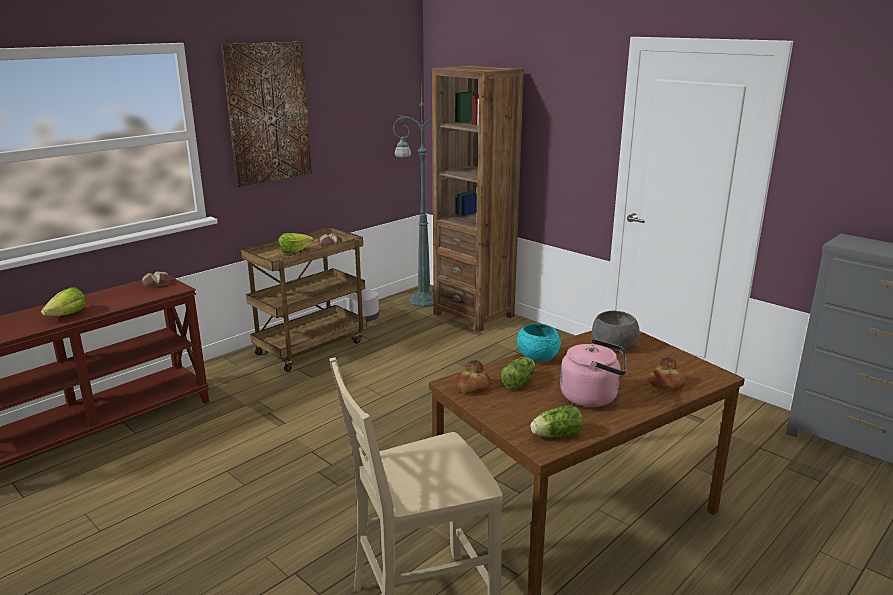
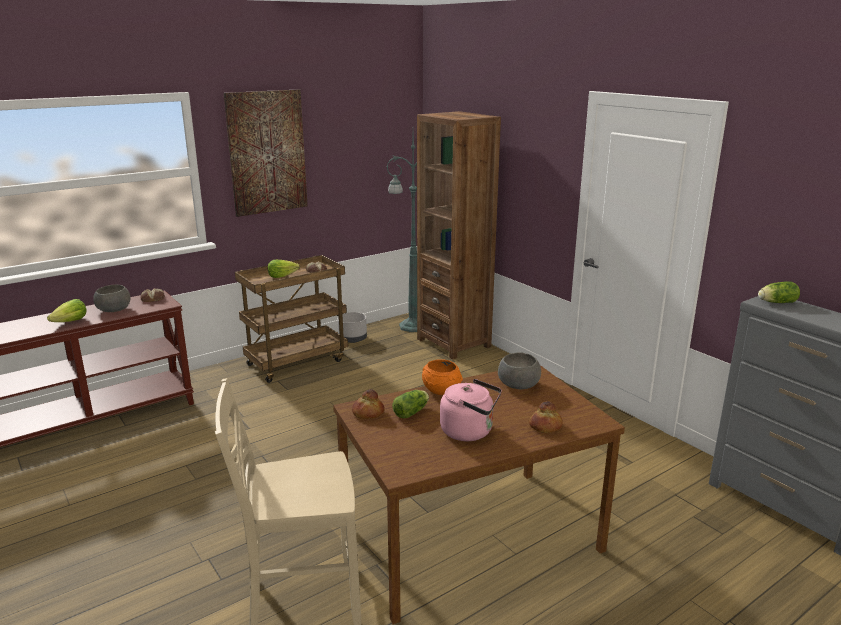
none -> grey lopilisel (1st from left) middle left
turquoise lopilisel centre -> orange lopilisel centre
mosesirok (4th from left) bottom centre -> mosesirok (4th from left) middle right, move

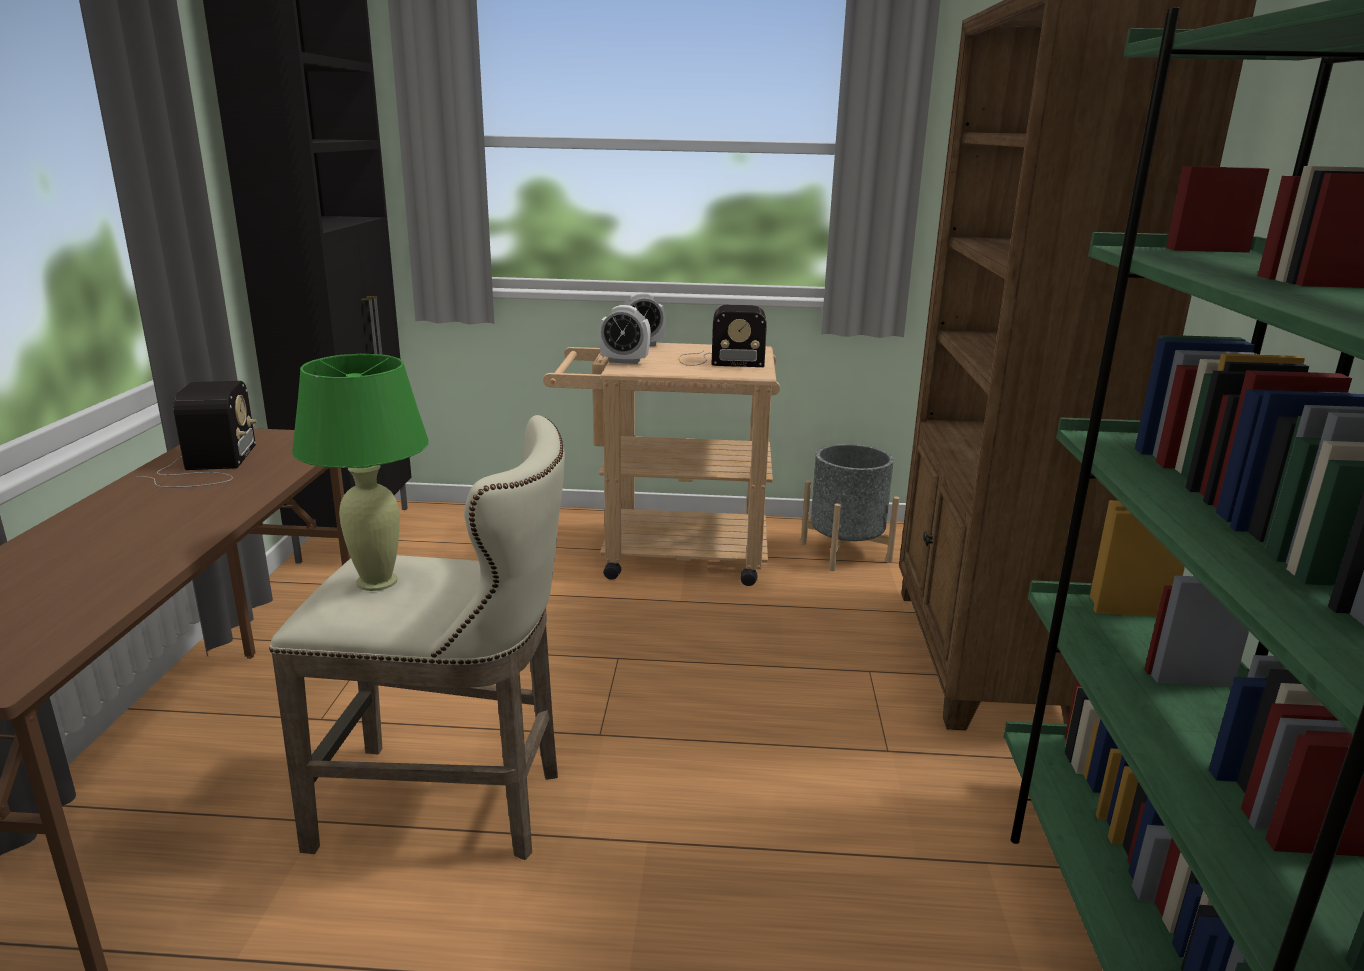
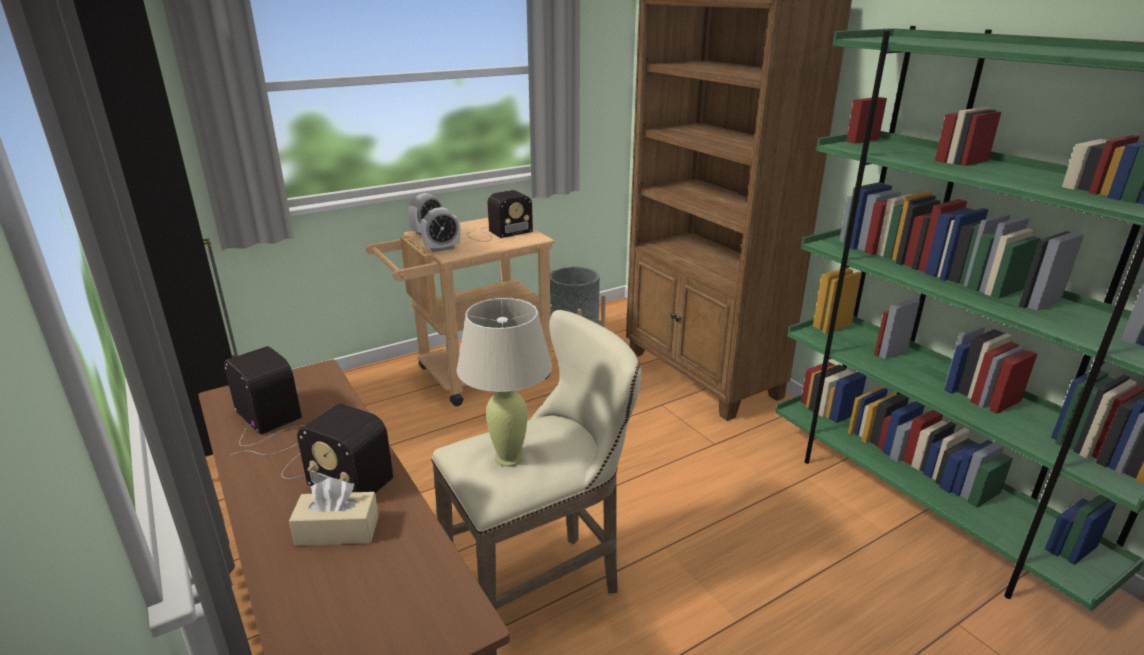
none -> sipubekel (2nd from left) bottom left
none -> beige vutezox bottom left
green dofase middle left -> beige dofase centre

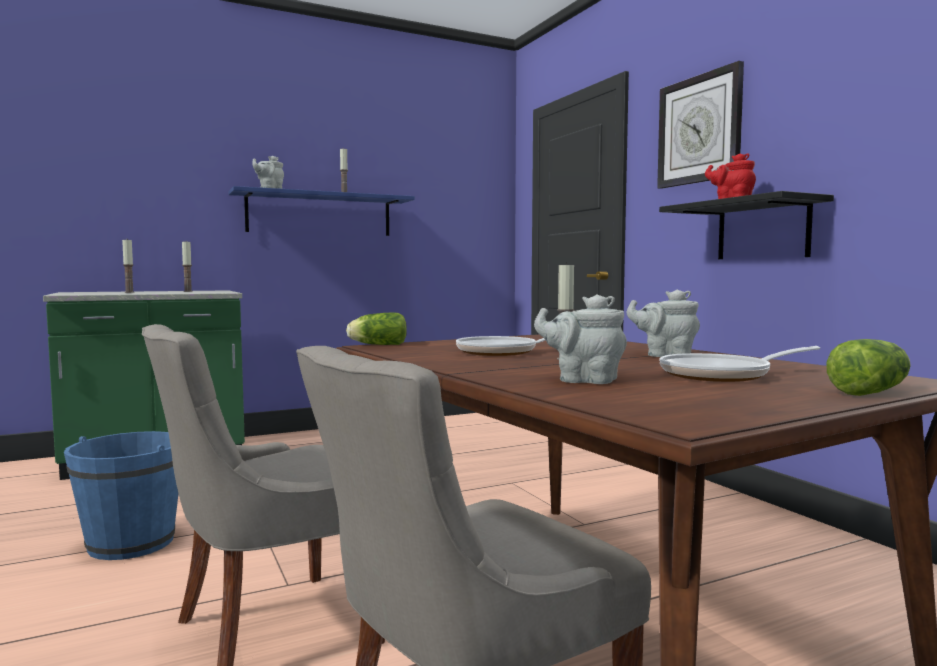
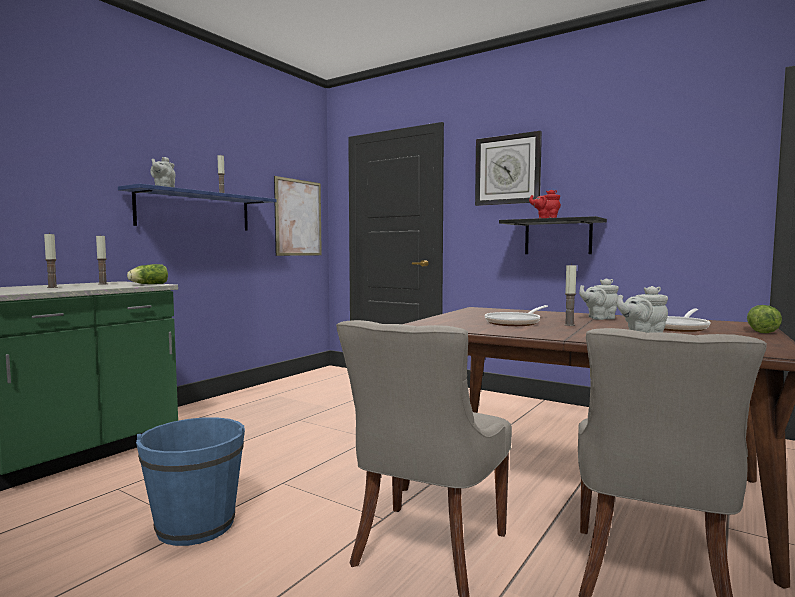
mosesirok (1st from left) centre -> mosesirok (1st from left) middle left, move
none -> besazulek centre

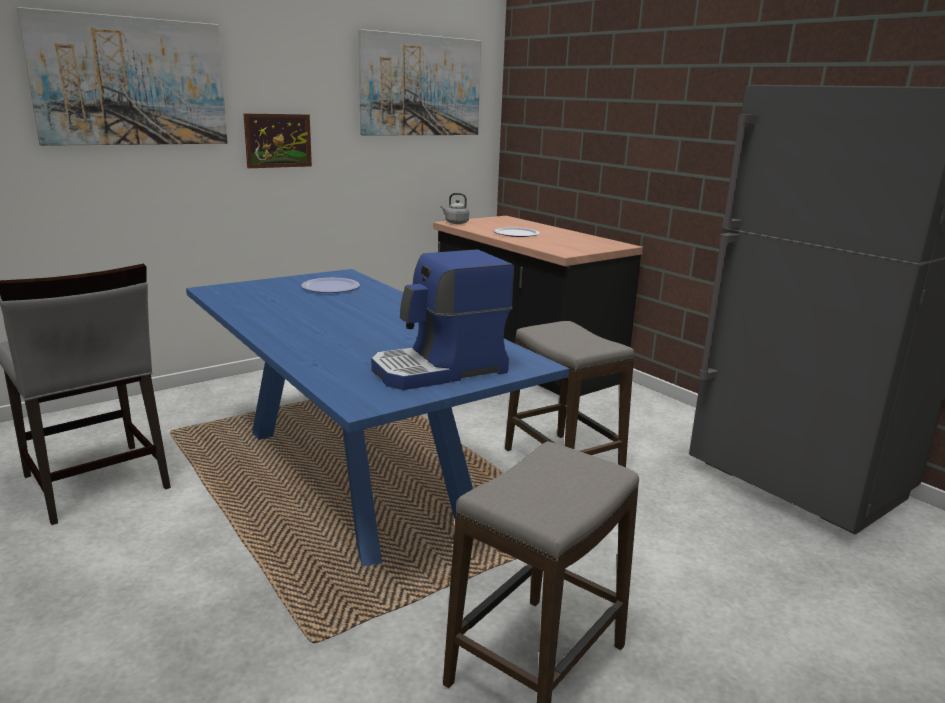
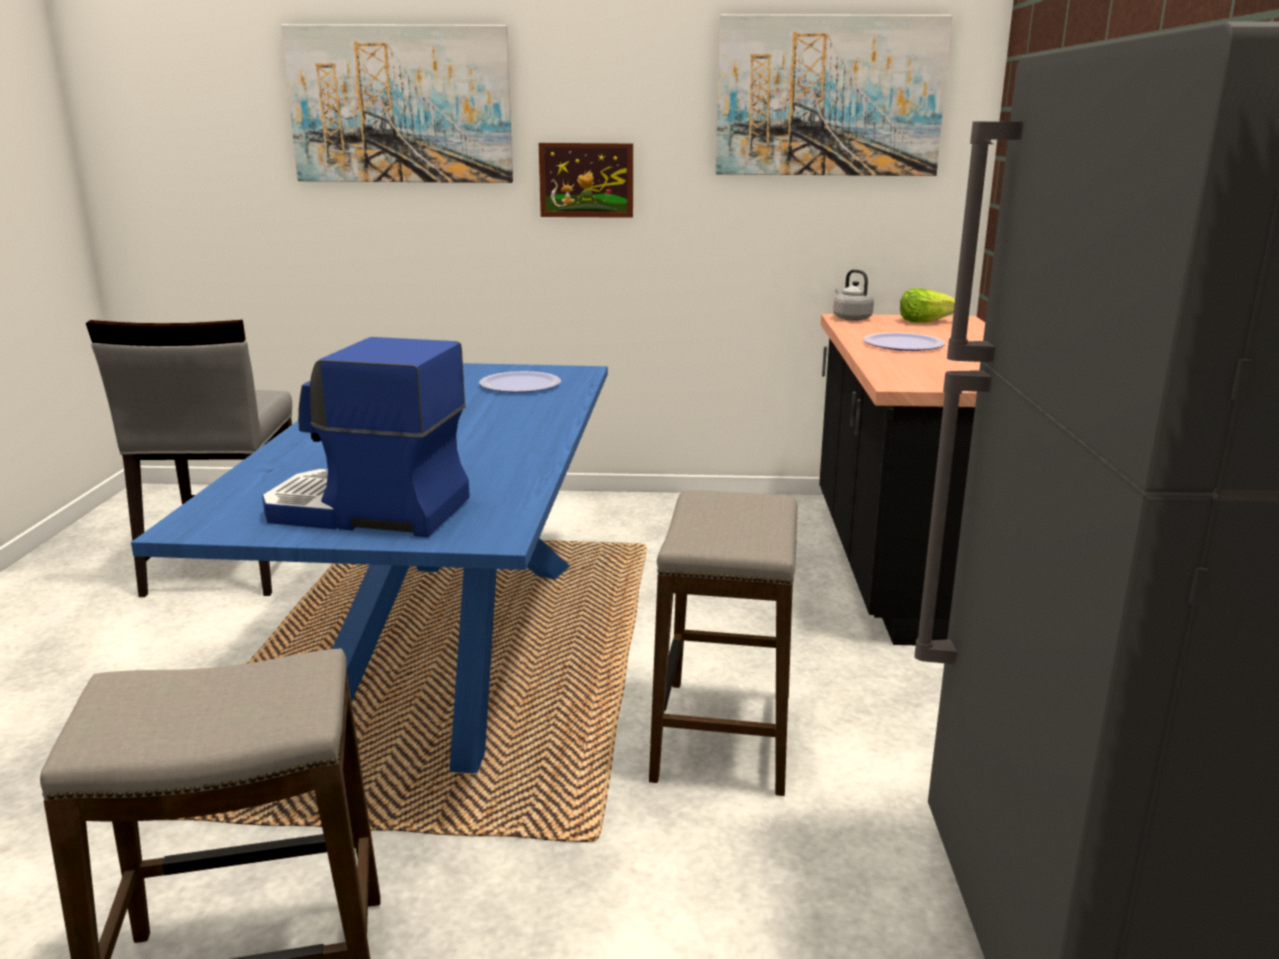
none -> mosesirok top right

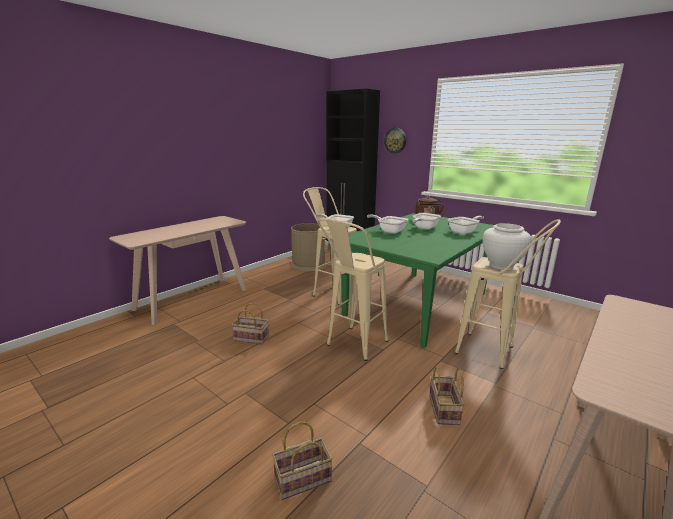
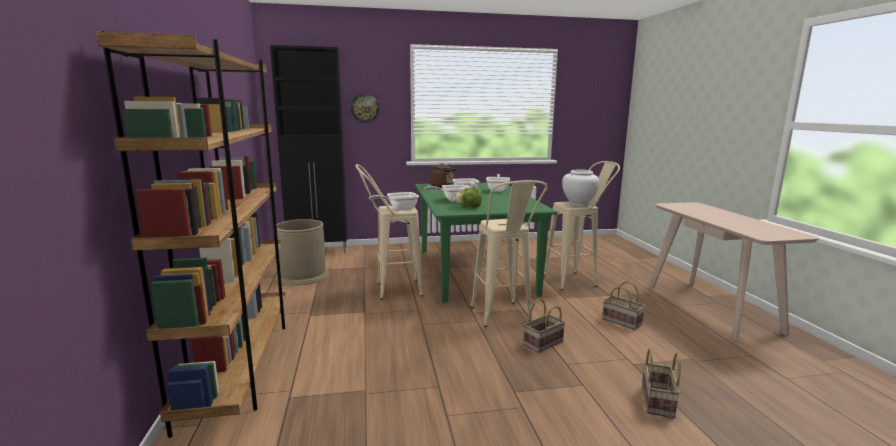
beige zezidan (1st from left) middle left -> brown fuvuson middle left
none -> mosesirok centre
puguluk (1st from left) centre -> puguluk (1st from left) bottom centre, move

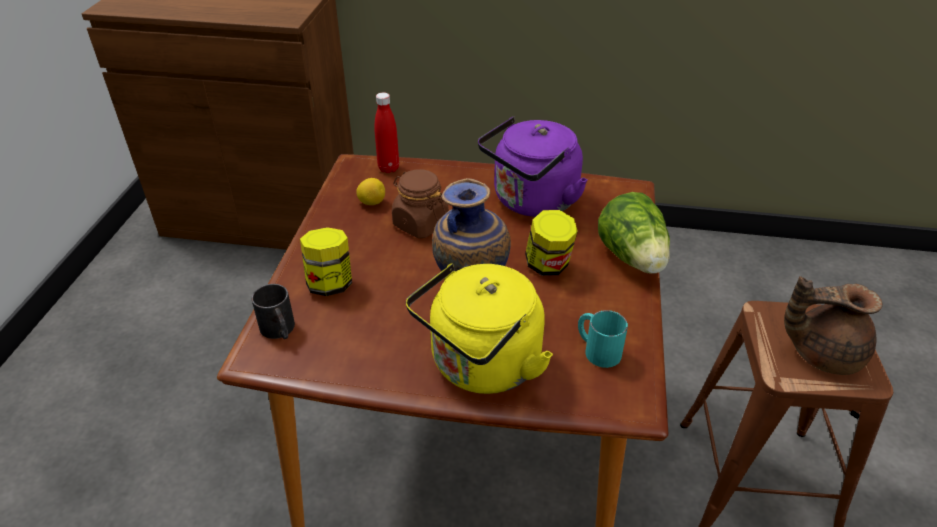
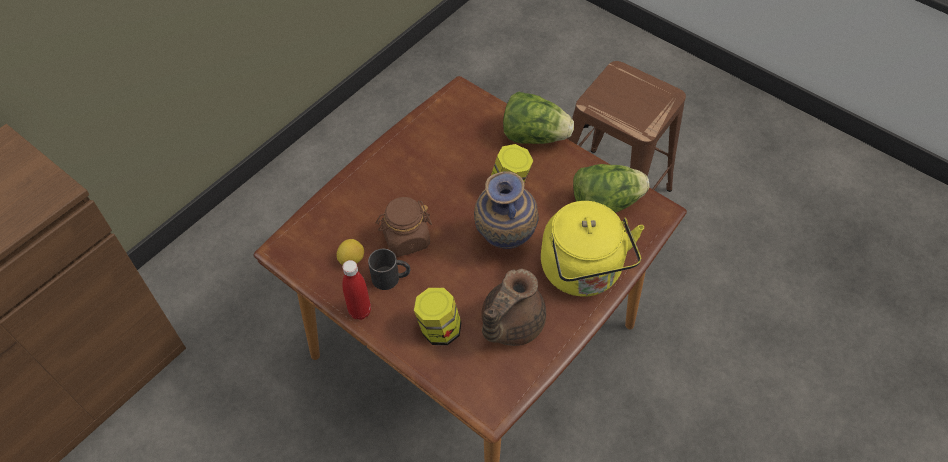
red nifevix top centre -> red nifevix centre, move
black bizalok middle left -> black bizalok centre, move
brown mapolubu middle right -> brown mapolubu centre, move
turquoise bizalok centre -> mosesirok (2nd from left) centre
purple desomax top centre -> none

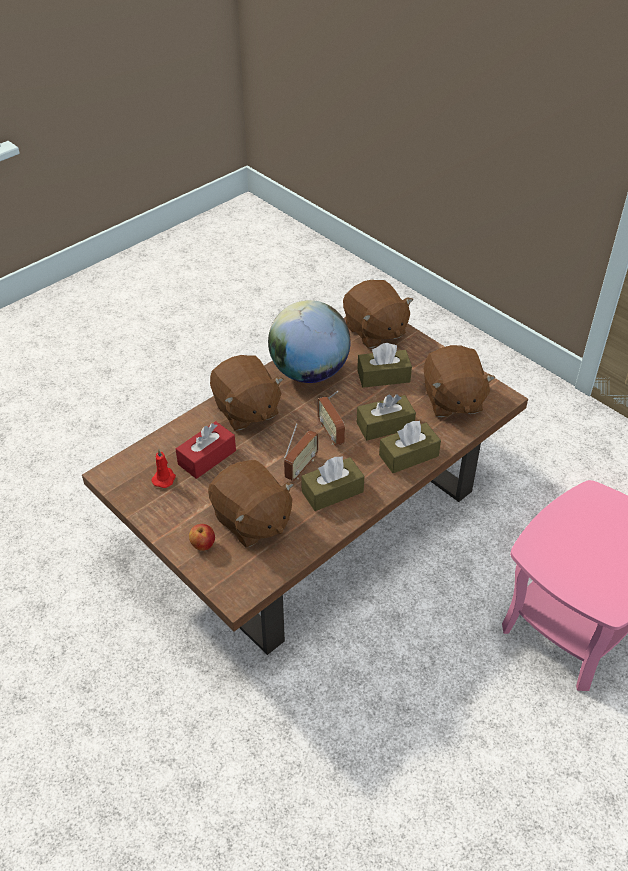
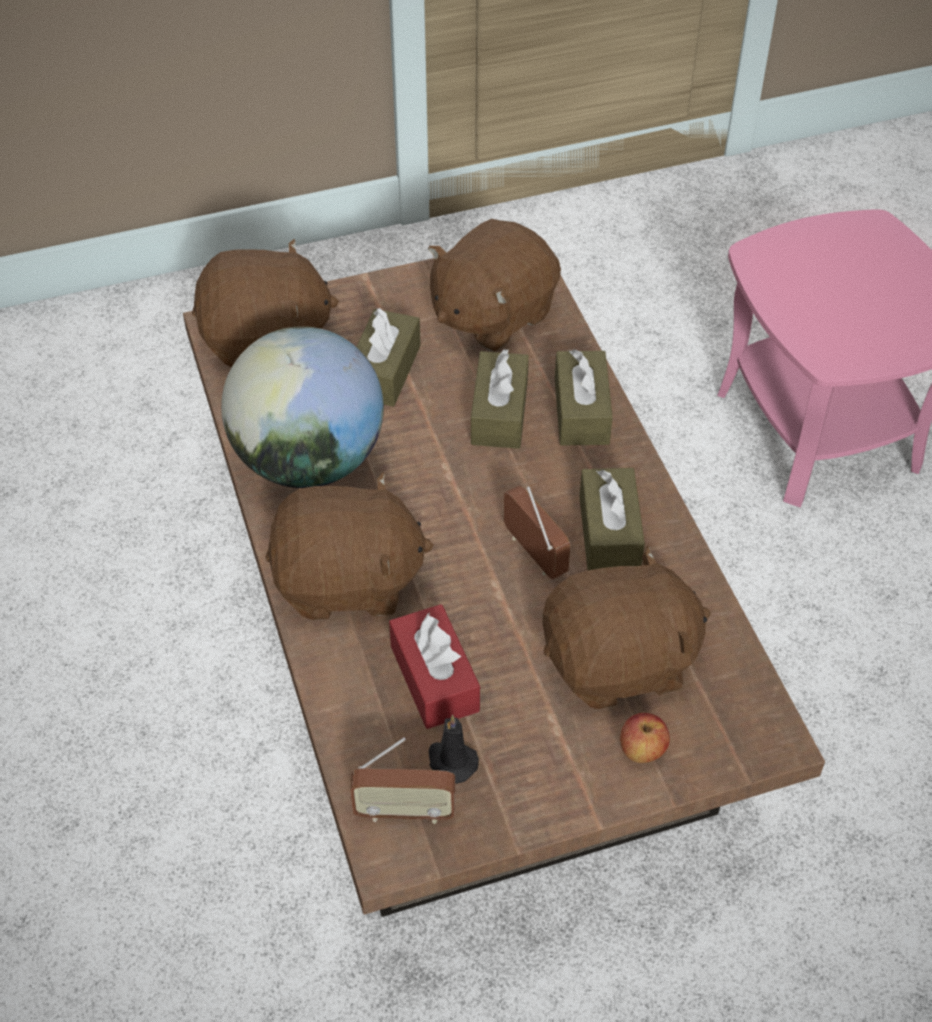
sipubekel (2nd from left in the first image) centre -> sipubekel (1st from left) bottom centre, move
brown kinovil (4th from left in the first image) middle right -> brown kinovil (3rd from left) top centre, 120 degrees clockwise
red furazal middle left -> black furazal bottom centre

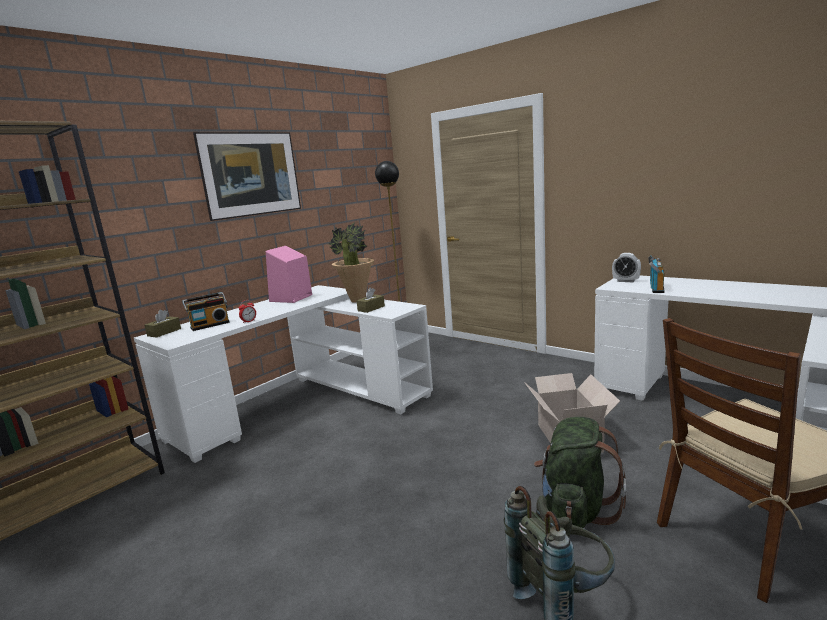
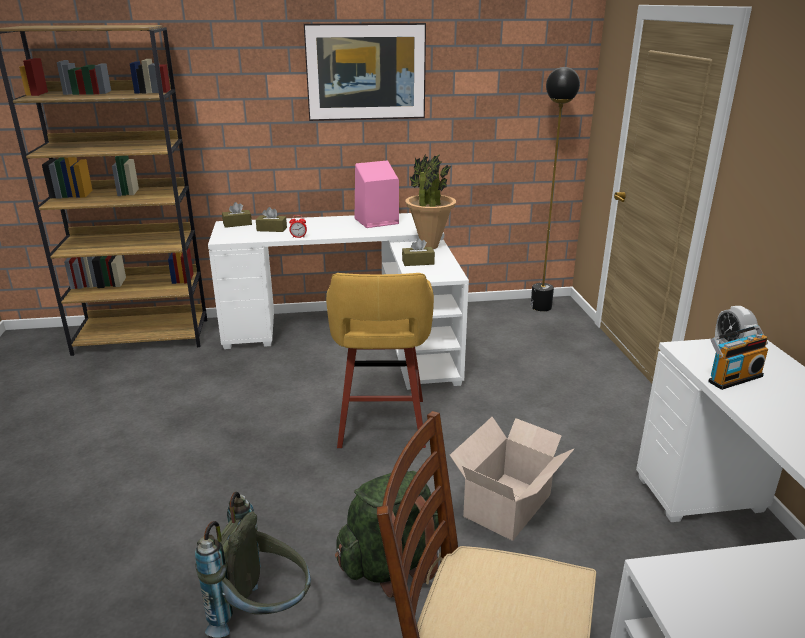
sipubekel (1st from left) middle left -> brown vutezox (2nd from left) centre
none -> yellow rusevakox centre

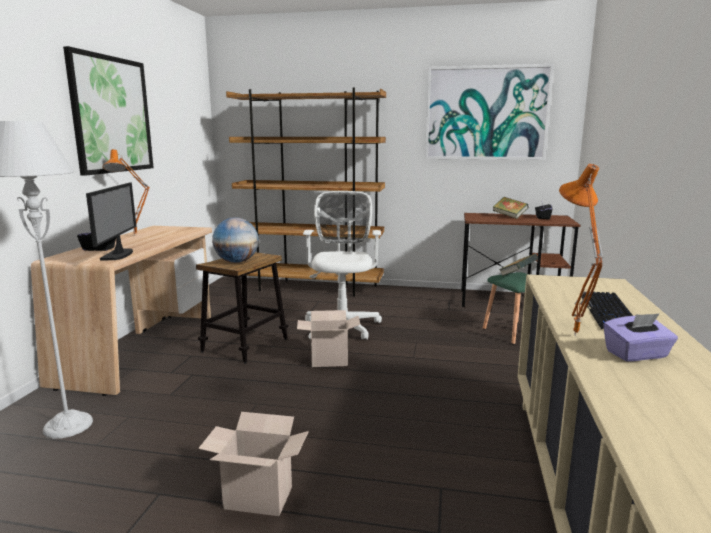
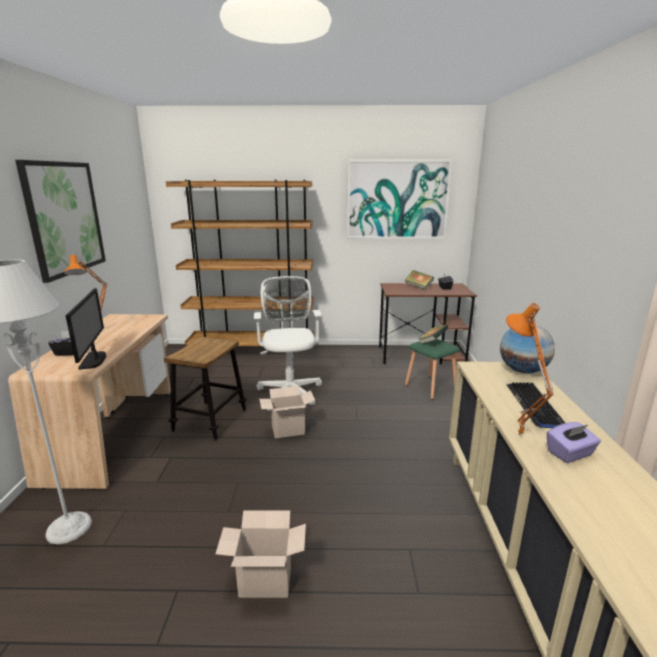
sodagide middle left -> sodagide middle right, move

